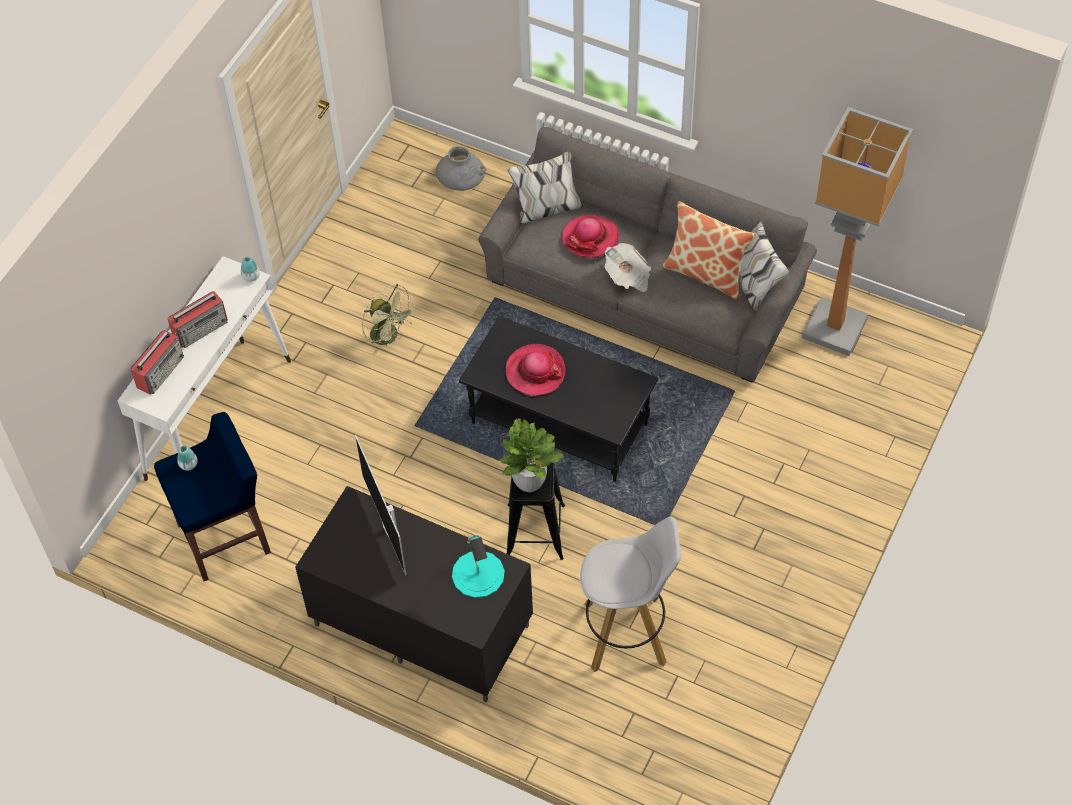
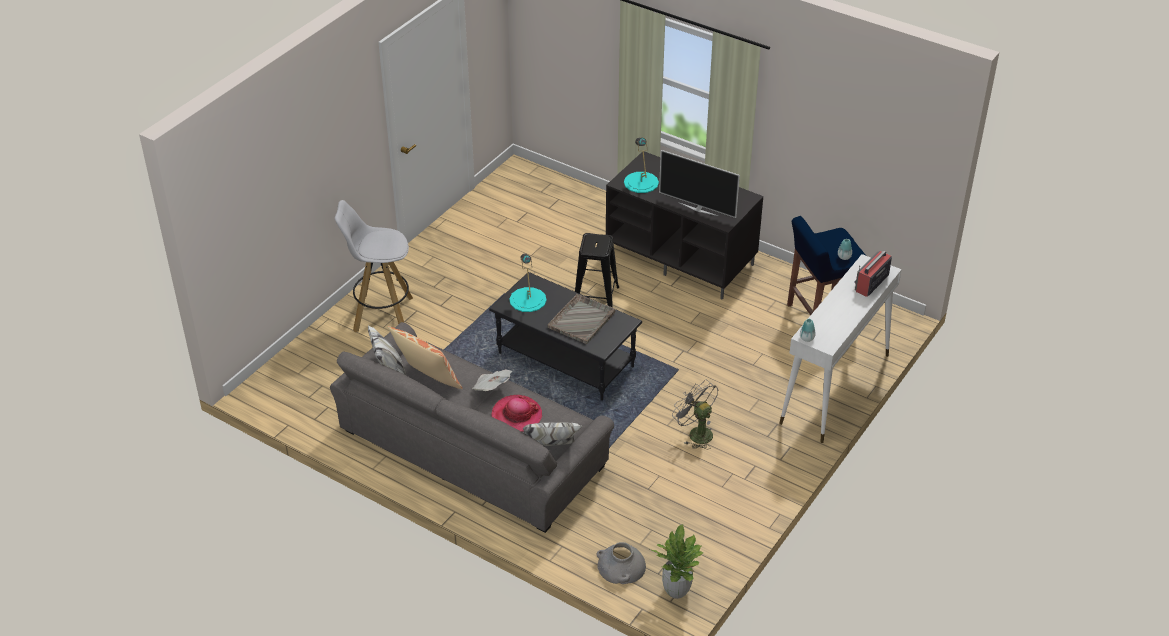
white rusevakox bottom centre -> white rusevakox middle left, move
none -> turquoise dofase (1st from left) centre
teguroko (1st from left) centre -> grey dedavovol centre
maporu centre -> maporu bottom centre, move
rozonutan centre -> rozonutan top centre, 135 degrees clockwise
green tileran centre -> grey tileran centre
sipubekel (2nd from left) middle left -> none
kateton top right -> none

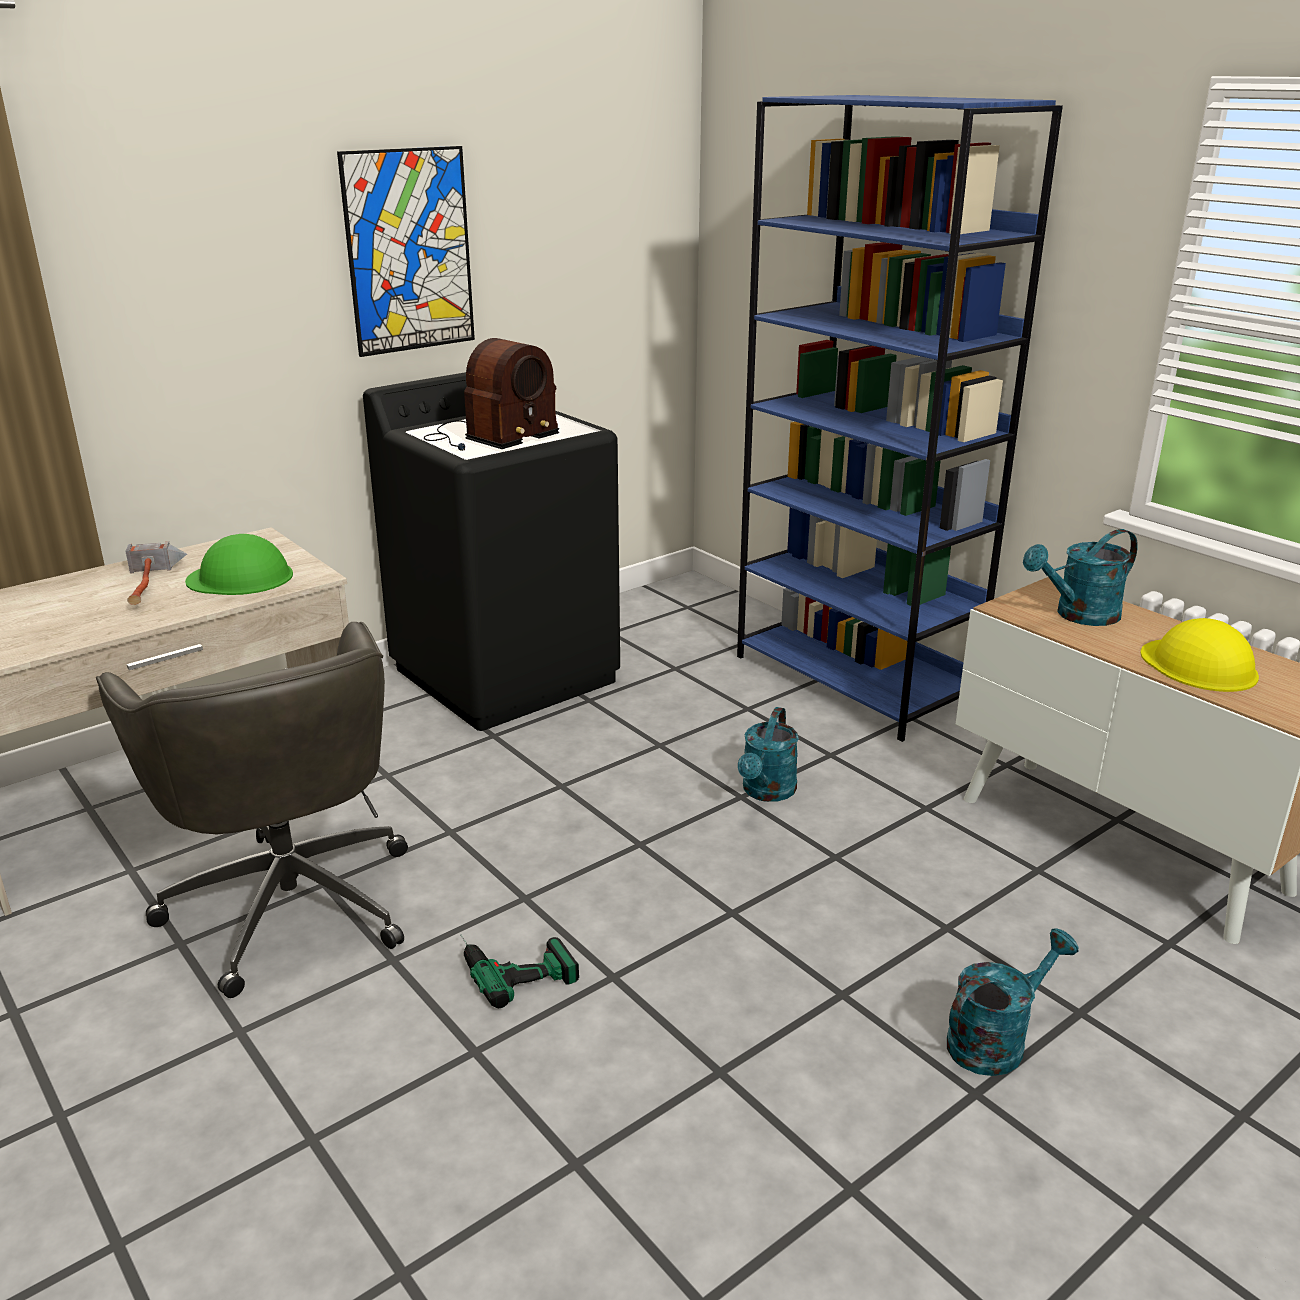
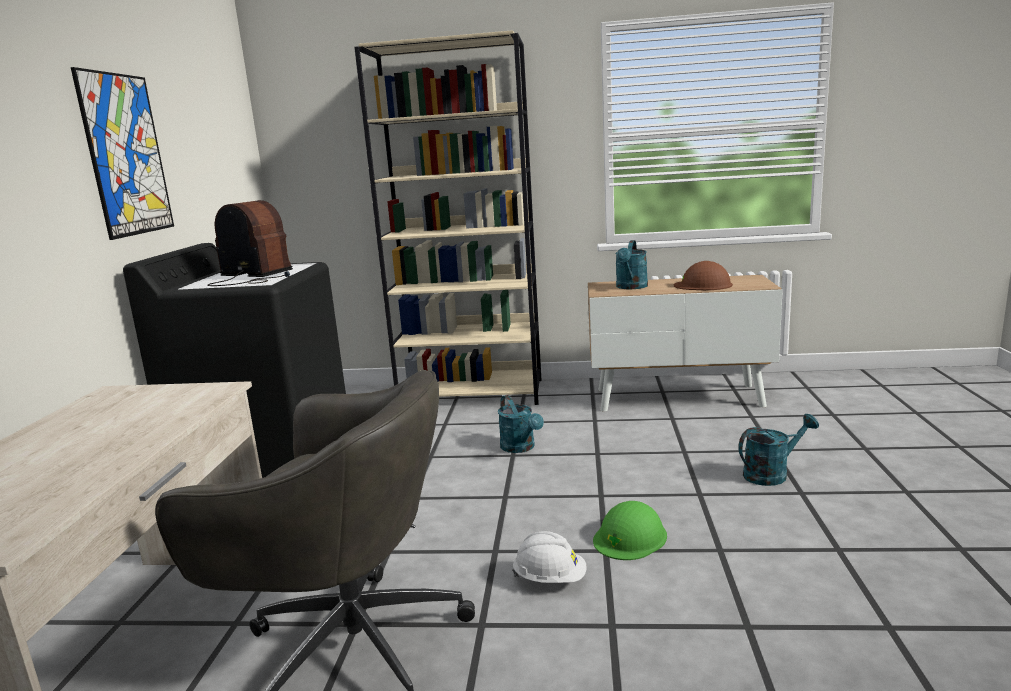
sipubekel top centre -> sipubekel middle left, 60 degrees counterclockwise
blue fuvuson top right -> beige fuvuson top centre
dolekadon bottom centre -> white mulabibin bottom centre
green mulabibin middle left -> green mulabibin bottom centre, move
yellow mulabibin middle right -> brown mulabibin middle right
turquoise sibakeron (2nd from left in the first image) bottom right -> turquoise sibakeron (3rd from left) middle right, 60 degrees clockwise
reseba middle left -> none

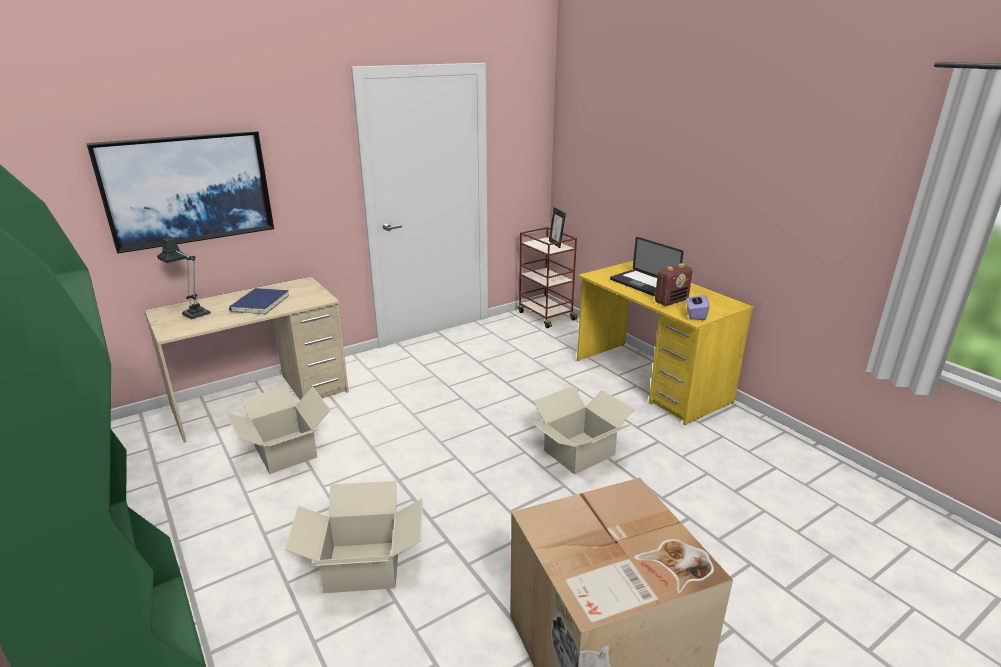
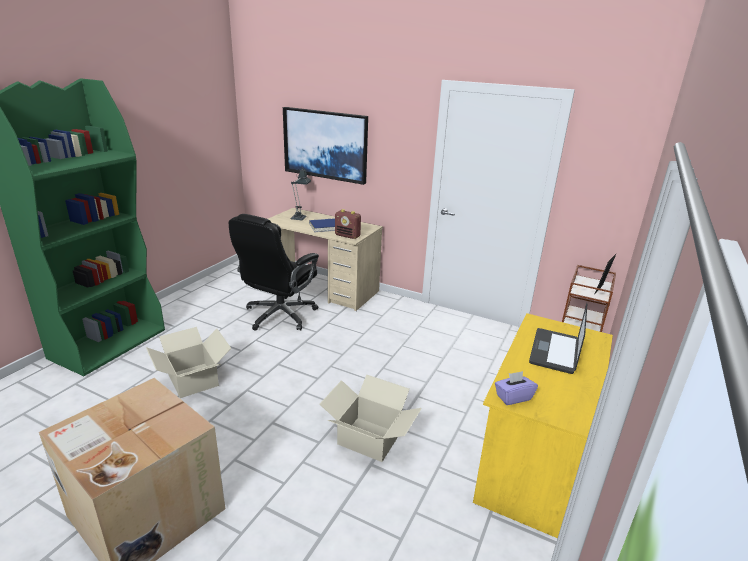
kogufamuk (1st from left) middle left -> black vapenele centre
sipubekel middle right -> sipubekel centre, move

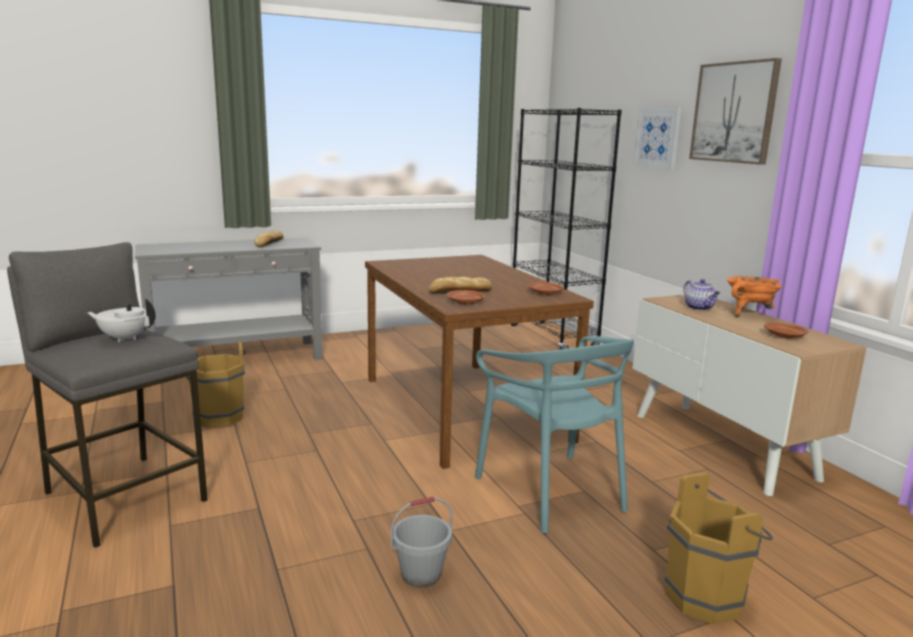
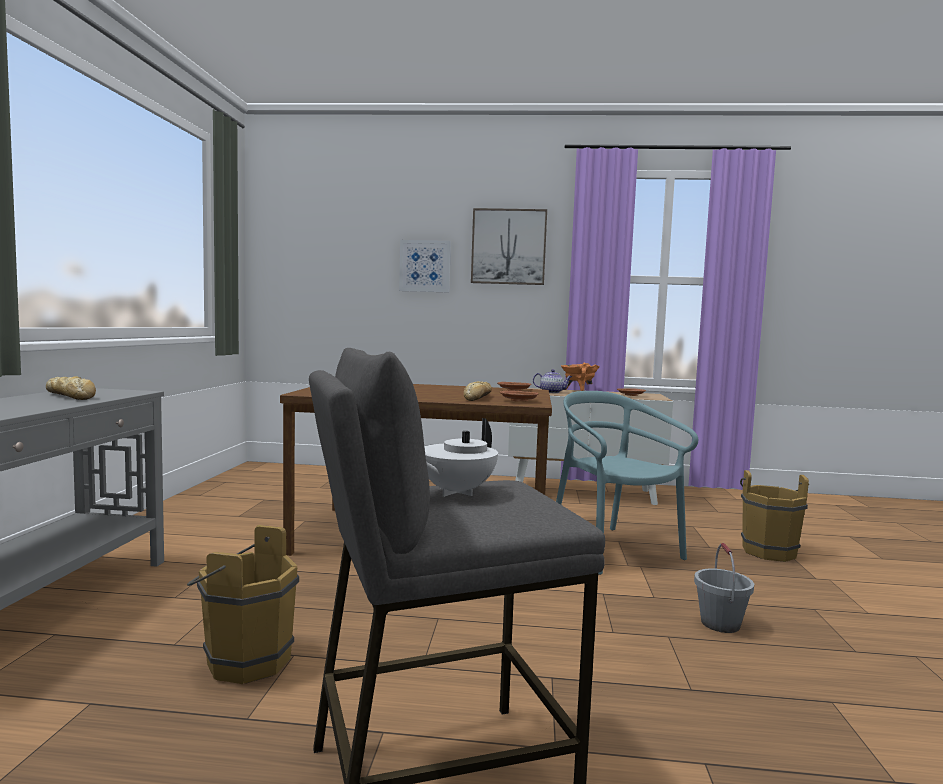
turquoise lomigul bottom centre -> turquoise lomigul centre, 120 degrees counterclockwise
black fuvuson centre -> none

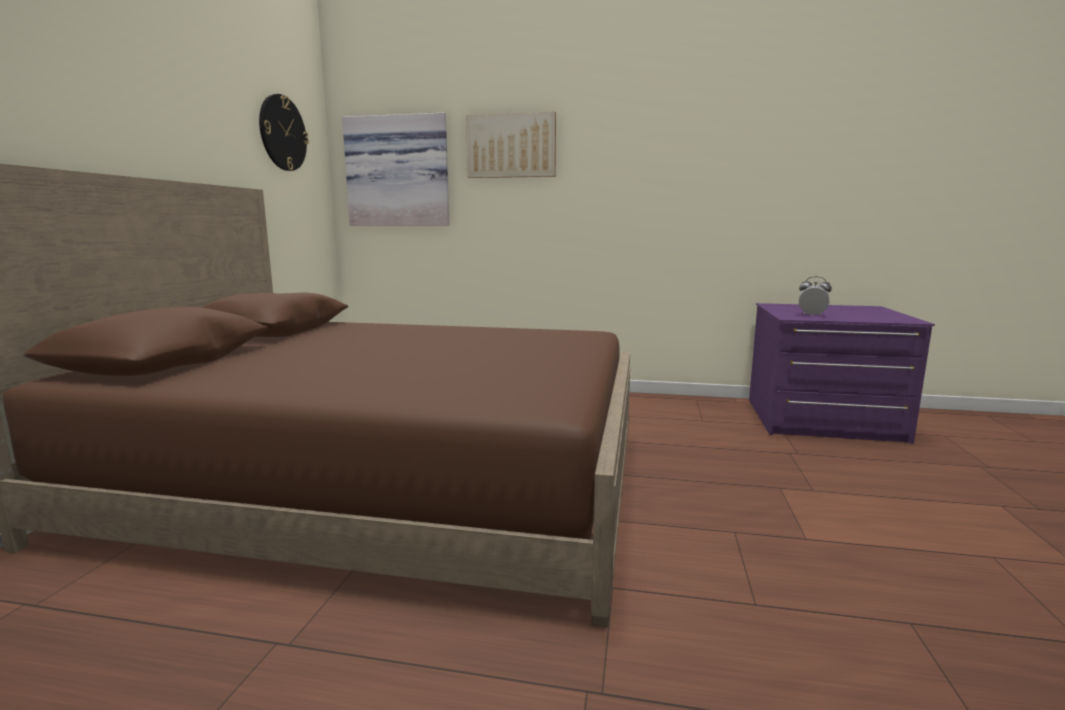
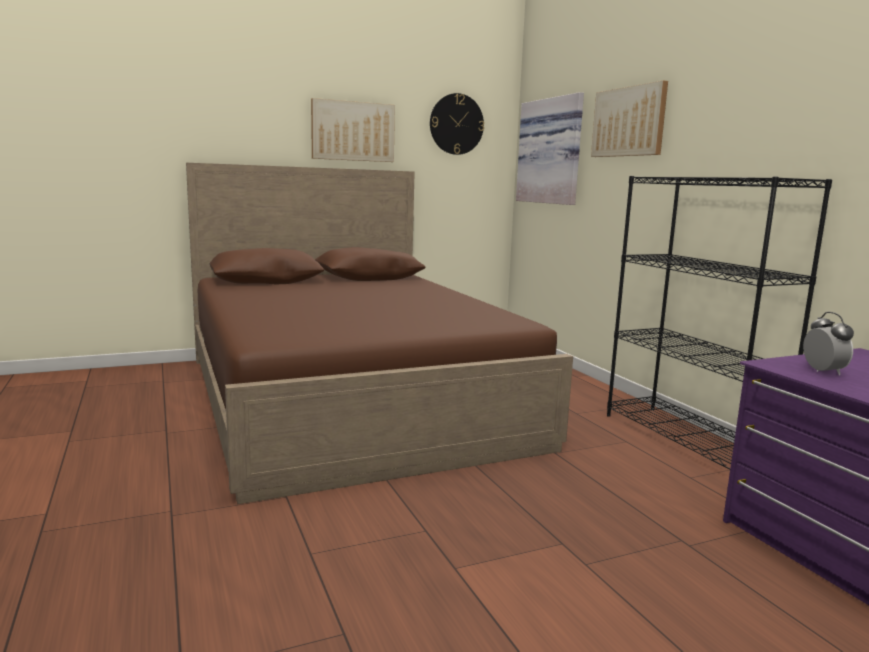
none -> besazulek (1st from left) top centre
none -> black fuvuson middle right

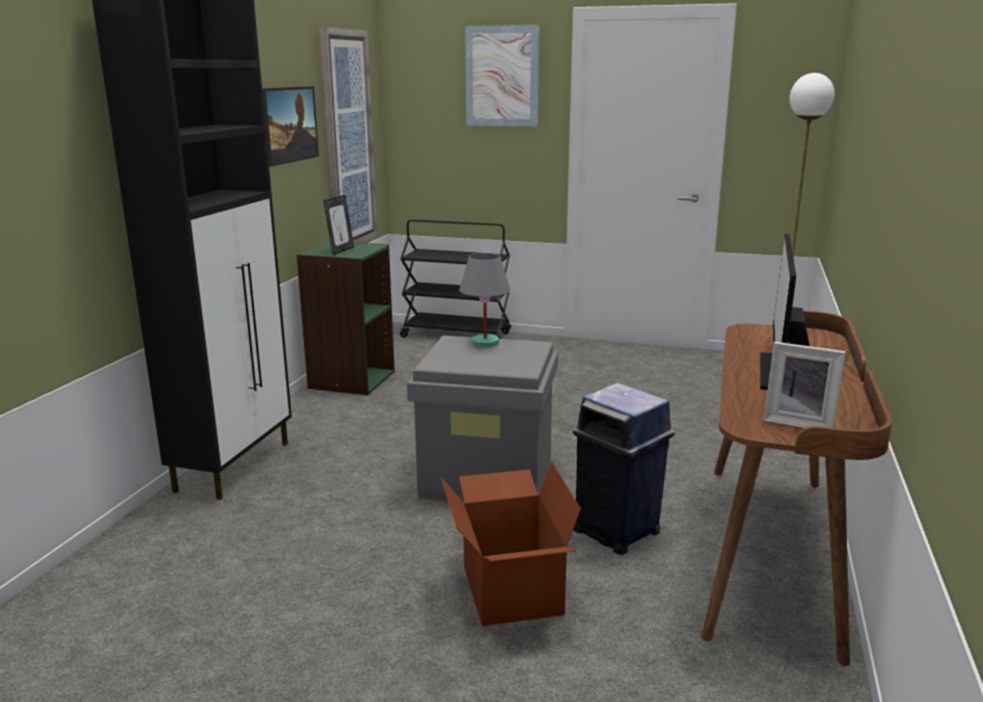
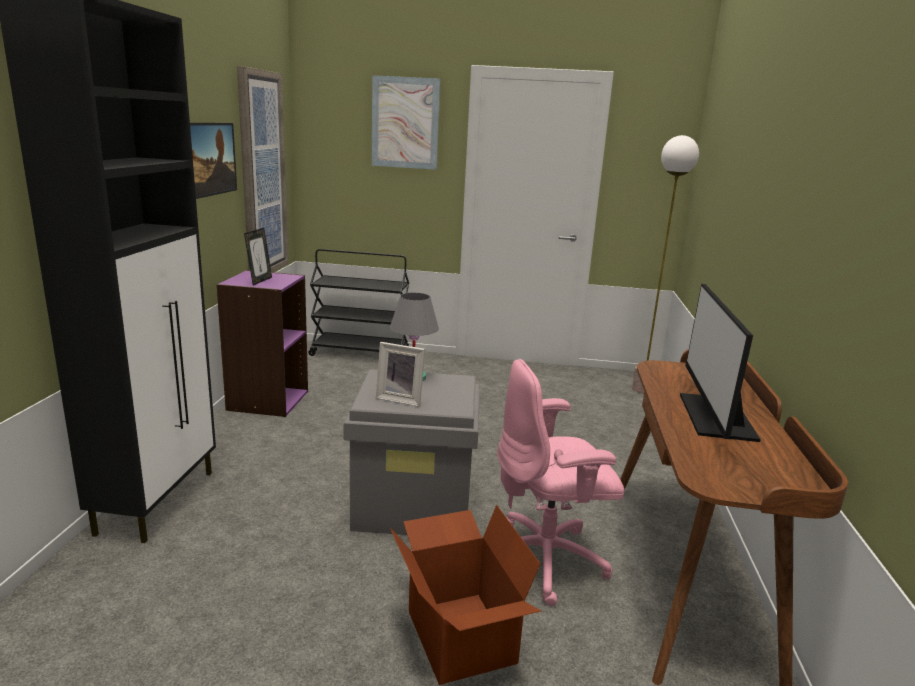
green fuvuson centre -> purple fuvuson middle left
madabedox (2nd from left) middle right -> madabedox (2nd from left) centre, move
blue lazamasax bottom centre -> pink vapenele bottom centre

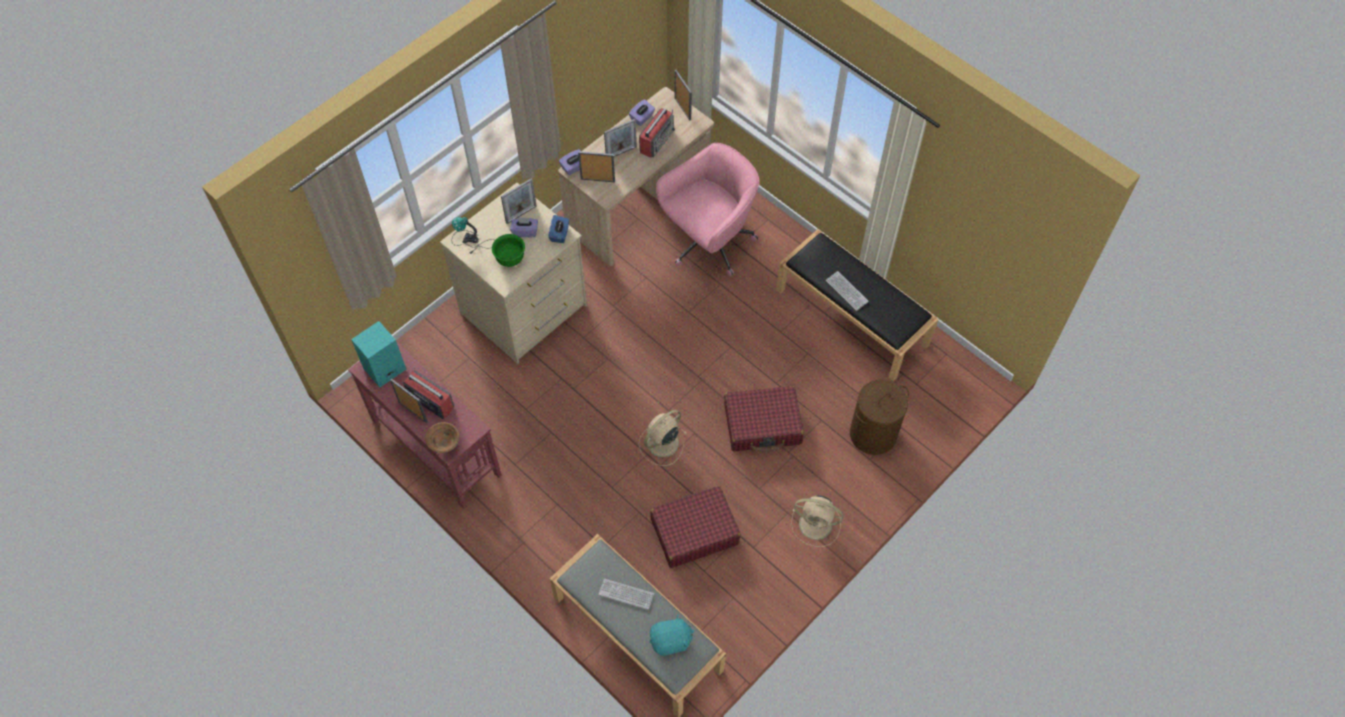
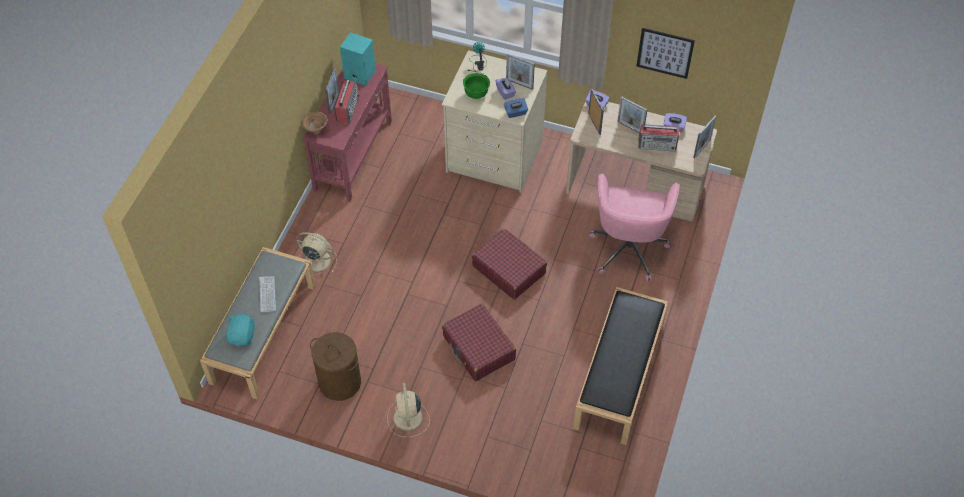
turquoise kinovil bottom centre -> turquoise kinovil middle left, 135 degrees counterclockwise
beige tileran (1st from left) centre -> beige tileran (1st from left) middle left, move
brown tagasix centre -> brown tagasix bottom centre, move
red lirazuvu (1st from left in the first image) bottom centre -> red lirazuvu (2nd from left) centre, move
pink vapenele top centre -> pink vapenele centre, 75 degrees clockwise
none -> besazulek top right
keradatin (2nd from left) centre -> none

